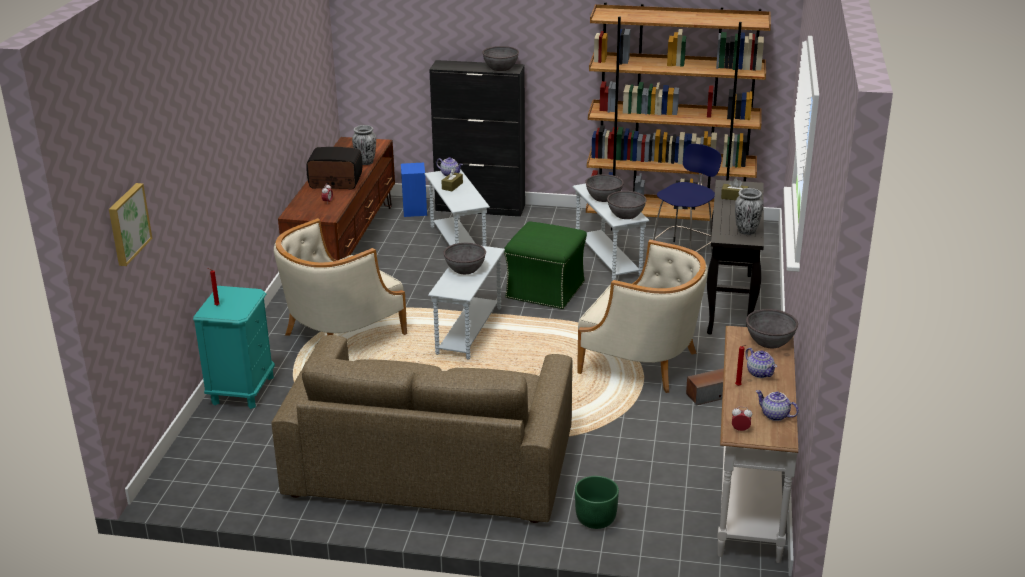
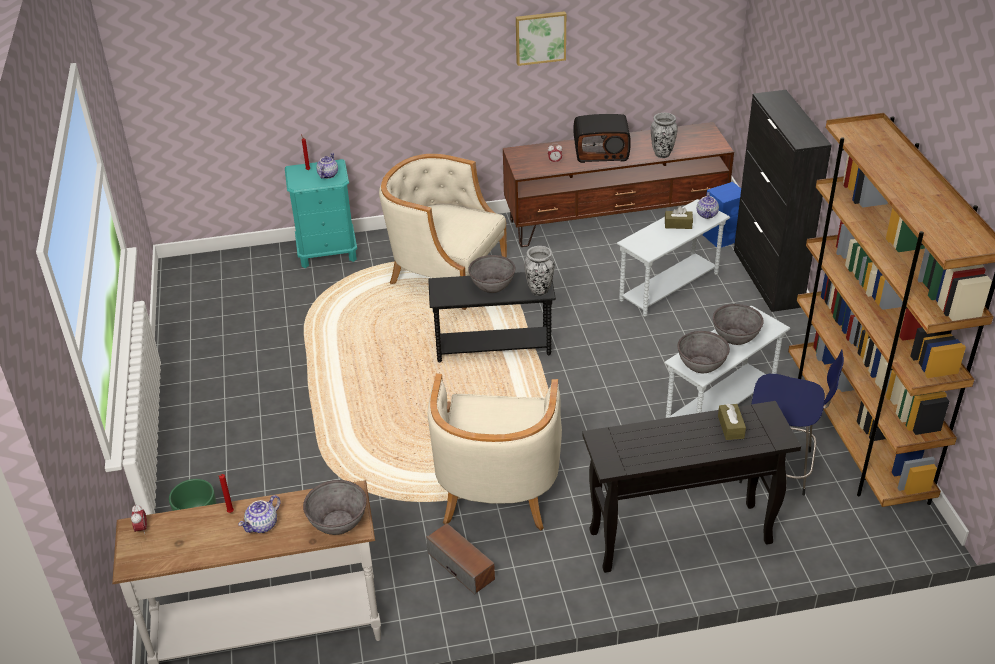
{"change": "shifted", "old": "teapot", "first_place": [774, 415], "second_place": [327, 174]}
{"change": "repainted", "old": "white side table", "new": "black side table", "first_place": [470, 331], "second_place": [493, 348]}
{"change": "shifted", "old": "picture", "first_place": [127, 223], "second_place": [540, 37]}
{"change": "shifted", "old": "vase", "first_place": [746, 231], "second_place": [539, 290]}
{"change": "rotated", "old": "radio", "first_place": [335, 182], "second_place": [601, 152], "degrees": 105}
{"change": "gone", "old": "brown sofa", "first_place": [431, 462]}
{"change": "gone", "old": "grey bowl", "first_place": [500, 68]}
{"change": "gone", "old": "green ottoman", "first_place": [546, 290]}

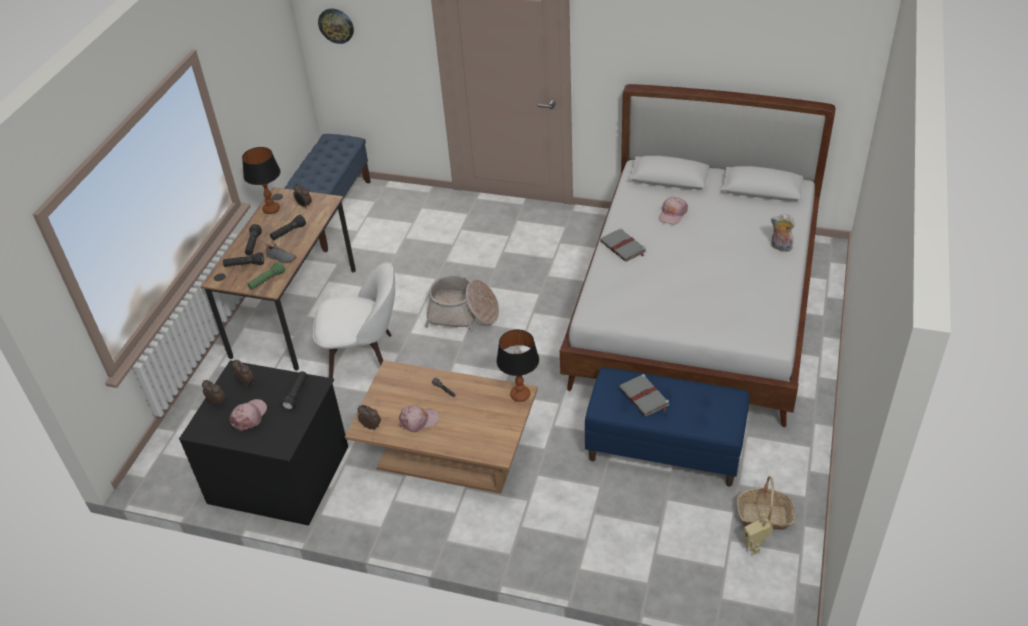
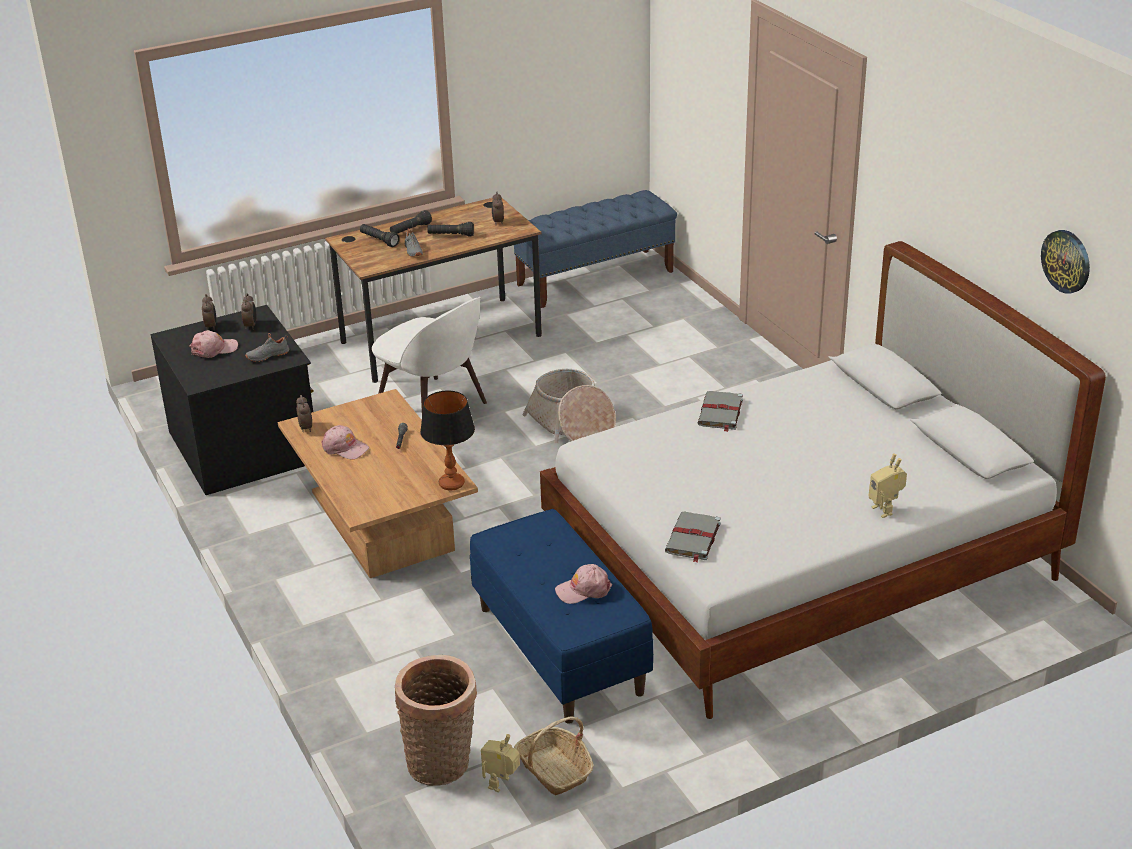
{"change": "swapped", "old": "black flashlight", "new": "grey shoe", "first_place": [296, 394], "second_place": [267, 355]}
{"change": "new", "new": "basket", "second_place": [442, 764]}
{"change": "shifted", "old": "pink cap", "first_place": [672, 214], "second_place": [583, 590]}
{"change": "shifted", "old": "grey book", "first_place": [644, 397], "second_place": [692, 539]}
{"change": "swapped", "old": "plush toy", "new": "toy robot", "first_place": [780, 247], "second_place": [885, 510]}
{"change": "shifted", "old": "wall clock", "first_place": [336, 25], "second_place": [1066, 261]}
{"change": "gone", "old": "table lamp", "first_place": [271, 209]}
{"change": "gone", "old": "green flashlight", "first_place": [267, 281]}

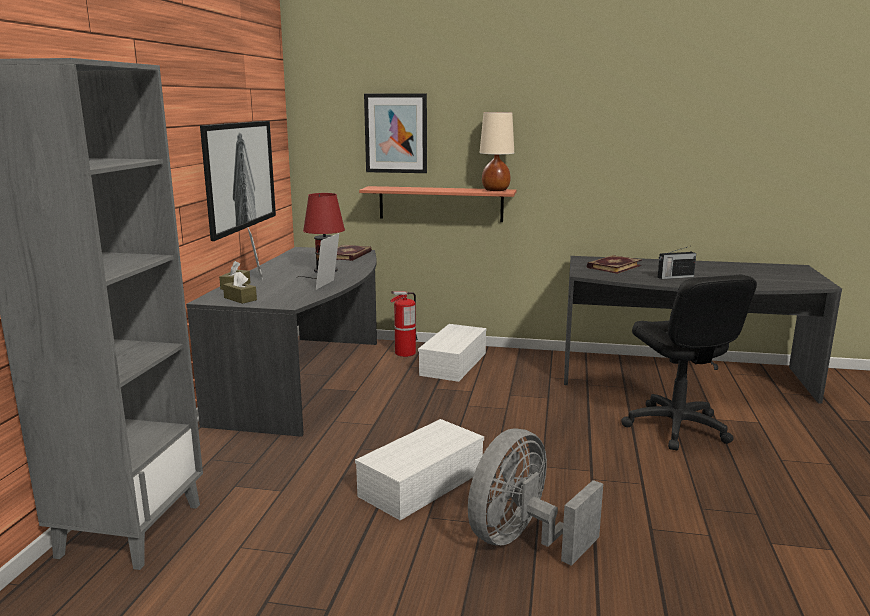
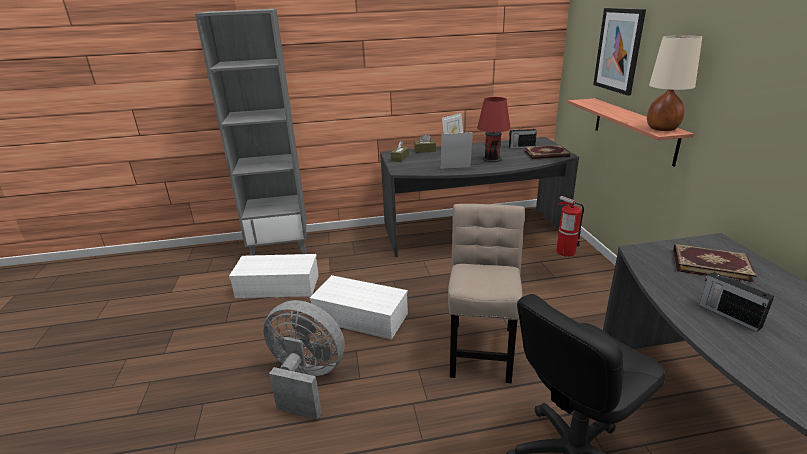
{"change": "shifted", "old": "white storage box", "first_place": [454, 364], "second_place": [276, 286]}
{"change": "new", "new": "beige chair", "second_place": [481, 347]}
{"change": "new", "new": "radio", "second_place": [521, 147]}
{"change": "gone", "old": "picture", "first_place": [238, 176]}

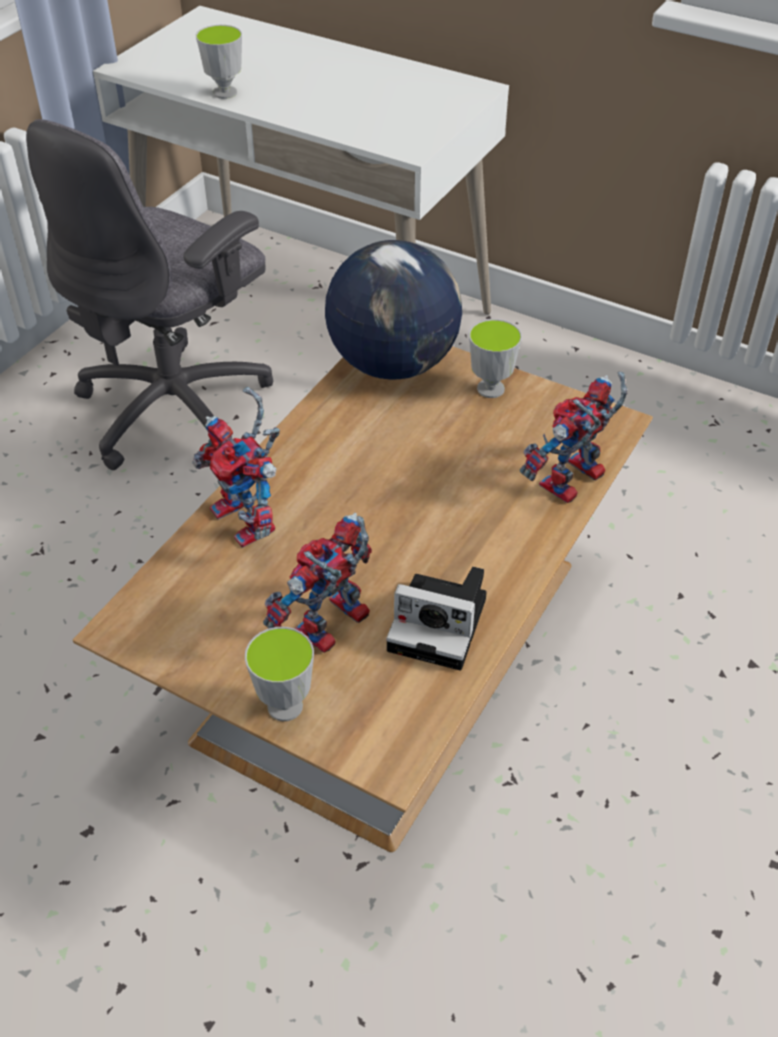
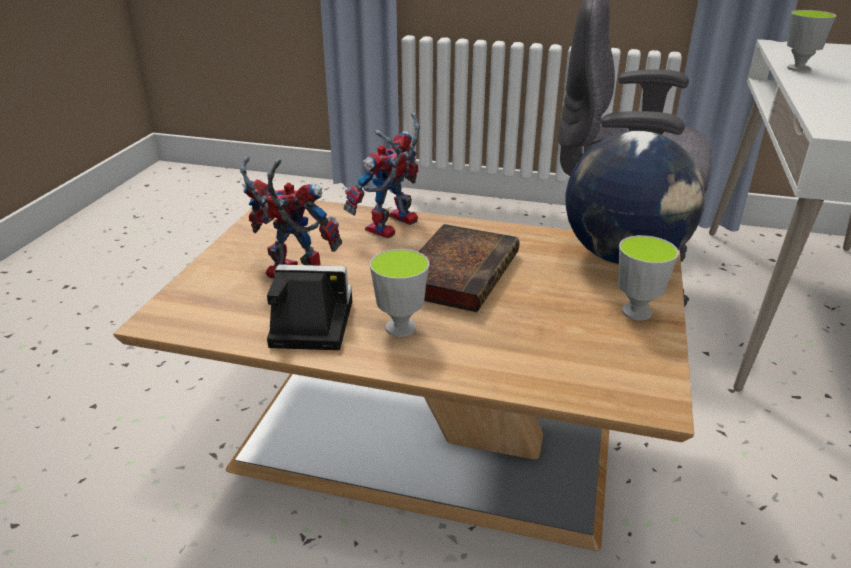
{"change": "rotated", "old": "photo camera", "first_place": [442, 624], "second_place": [307, 324], "degrees": 90}
{"change": "shifted", "old": "cup", "first_place": [285, 706], "second_place": [400, 328]}
{"change": "new", "new": "book", "second_place": [459, 272]}
{"change": "gone", "old": "toy robot", "first_place": [572, 485]}

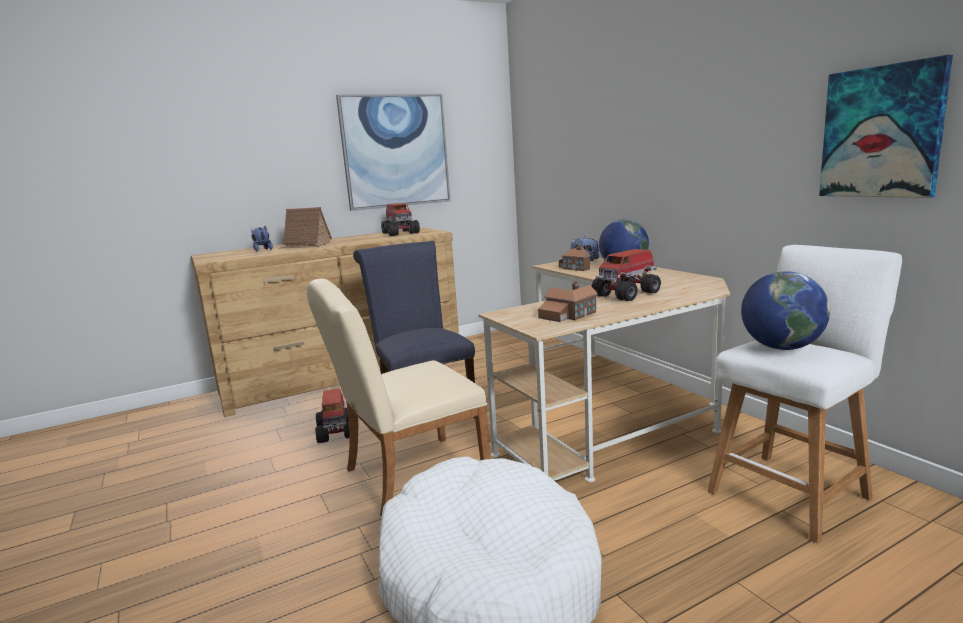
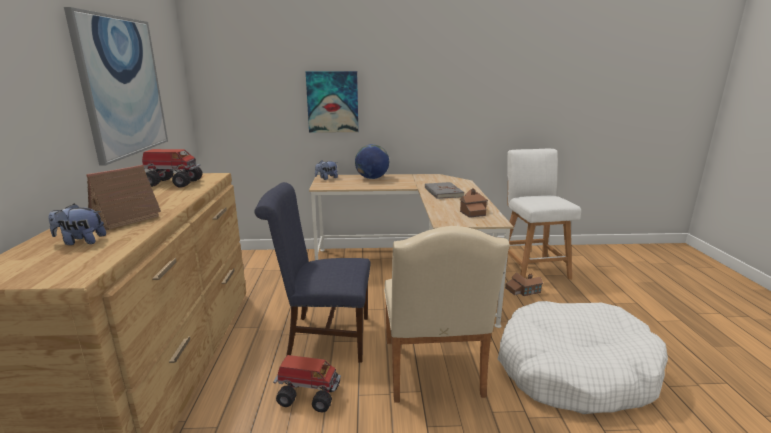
{"change": "shifted", "old": "picture", "first_place": [881, 132], "second_place": [332, 102]}
{"change": "swapped", "old": "toy truck", "new": "grey book", "first_place": [627, 294], "second_place": [443, 192]}
{"change": "shifted", "old": "toy house", "first_place": [576, 267], "second_place": [523, 290]}
{"change": "gone", "old": "globe", "first_place": [781, 347]}

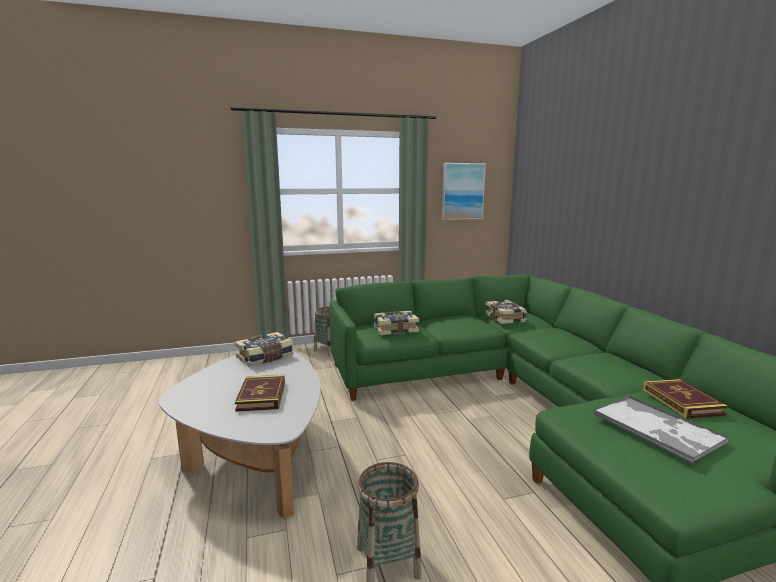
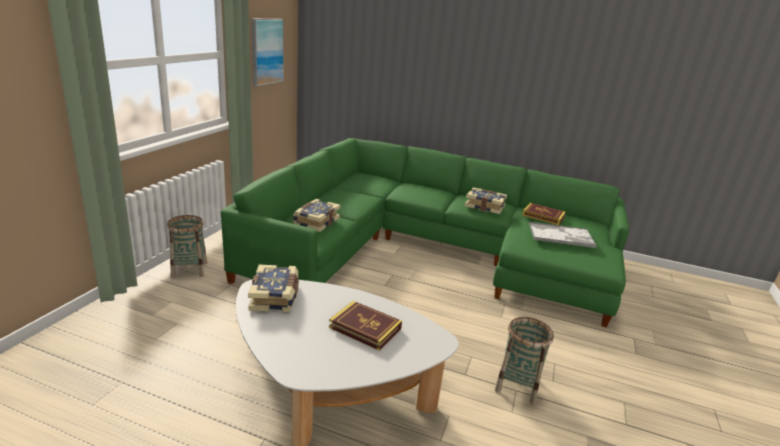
{"change": "shifted", "old": "book", "first_place": [505, 318], "second_place": [485, 206]}

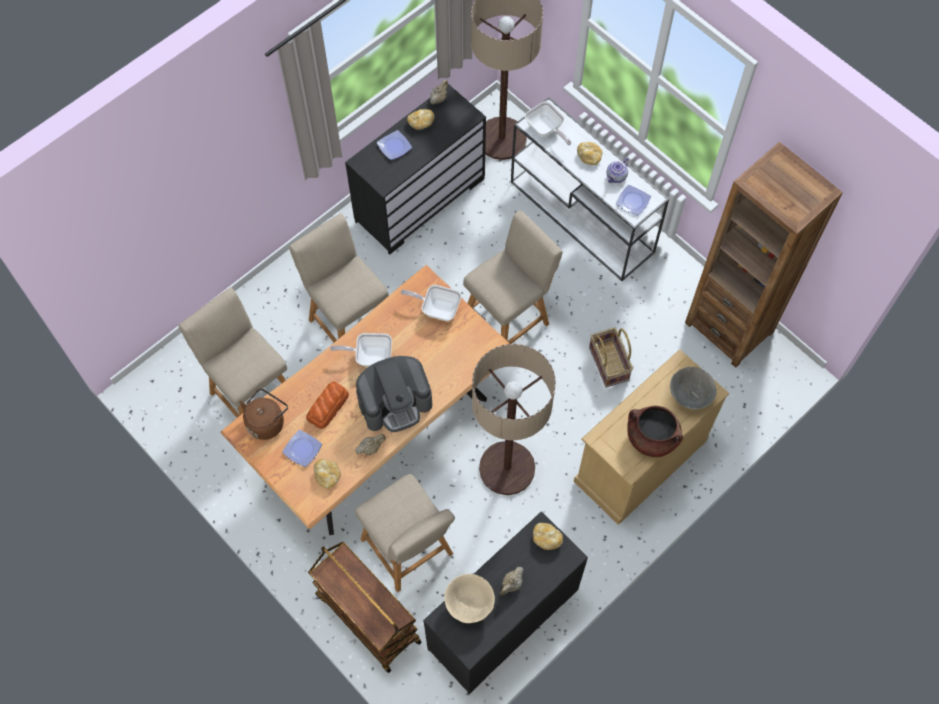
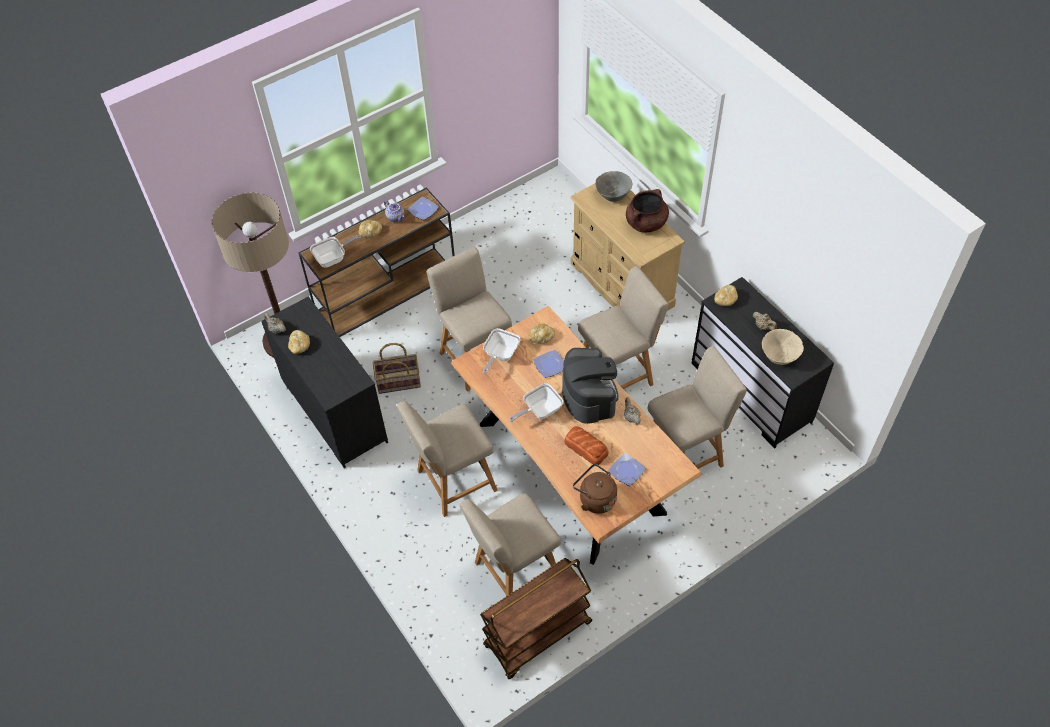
{"change": "repainted", "old": "white console table", "new": "brown console table", "first_place": [583, 218], "second_place": [387, 291]}
{"change": "shifted", "old": "basket", "first_place": [609, 363], "second_place": [398, 381]}
{"change": "shifted", "old": "brown cart", "first_place": [367, 618], "second_place": [537, 635]}
{"change": "rotated", "old": "frying pan", "first_place": [370, 356], "second_place": [539, 410], "degrees": 45}
{"change": "shifted", "old": "bread", "first_place": [327, 476], "second_place": [541, 337]}
{"change": "shifted", "old": "plate", "first_place": [393, 146], "second_place": [549, 366]}
{"change": "swapped", "old": "floor lamp", "new": "beige chair", "first_place": [507, 468], "second_place": [618, 374]}
{"change": "gone", "old": "brown bookcase", "first_place": [729, 327]}

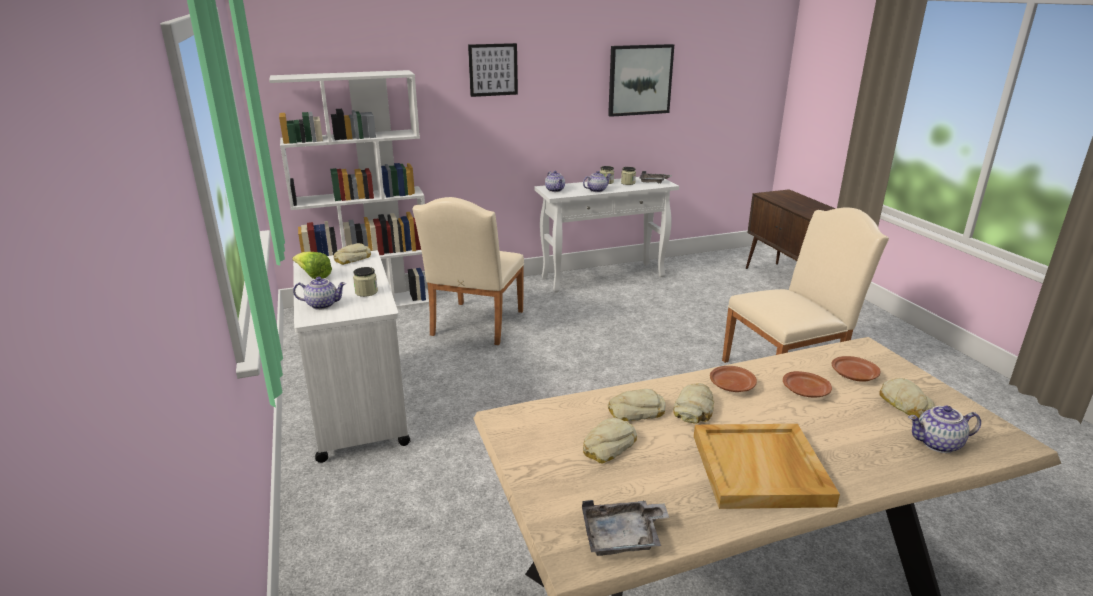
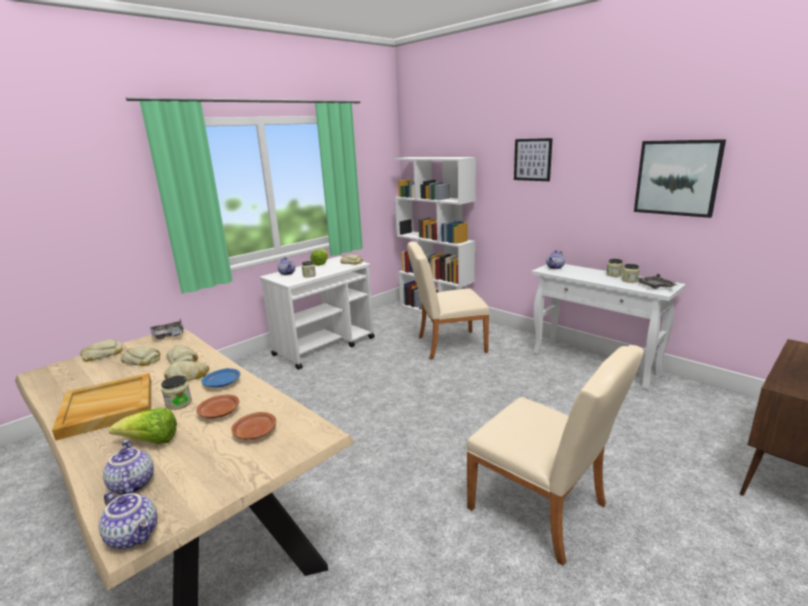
{"change": "shifted", "old": "bread", "first_place": [905, 404], "second_place": [102, 354]}
{"change": "shifted", "old": "teapot", "first_place": [596, 190], "second_place": [135, 535]}
{"change": "new", "new": "lettuce", "second_place": [151, 442]}
{"change": "shifted", "old": "grey tray", "first_place": [623, 537], "second_place": [169, 335]}
{"change": "new", "new": "jar", "second_place": [179, 403]}
{"change": "repainted", "old": "brown plate", "new": "blue plate", "first_place": [731, 385], "second_place": [223, 383]}

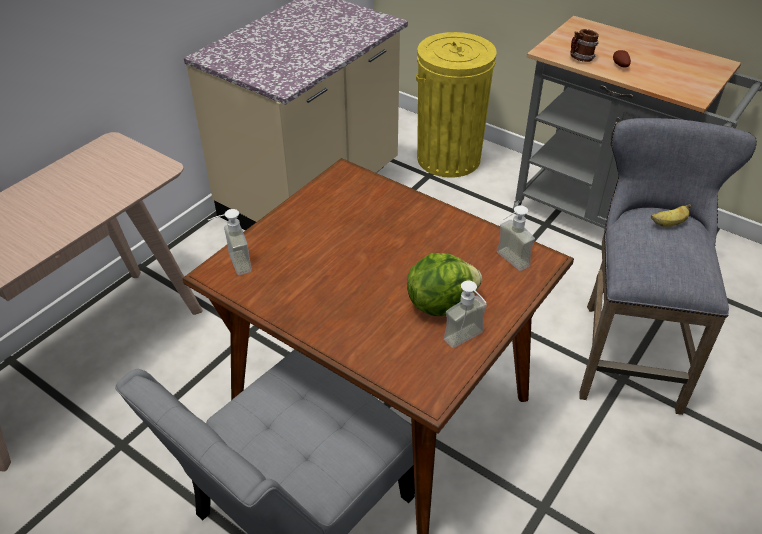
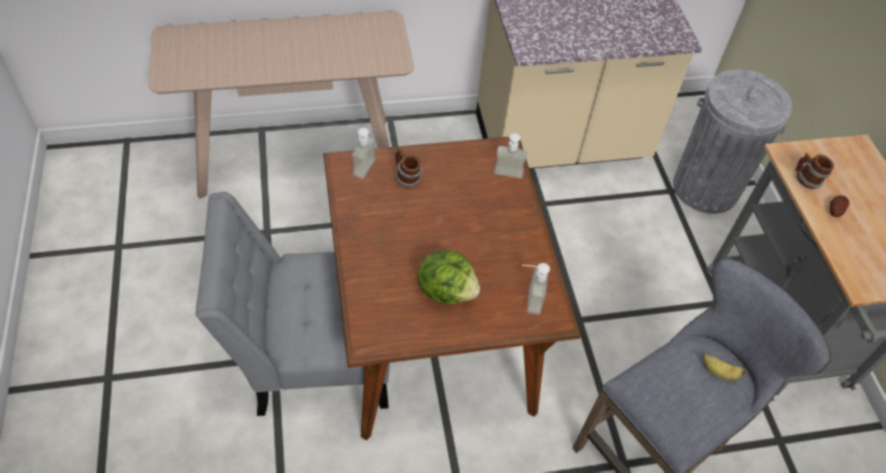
{"change": "new", "new": "mug", "second_place": [406, 178]}
{"change": "shifted", "old": "soap dispenser", "first_place": [468, 341], "second_place": [507, 177]}
{"change": "repainted", "old": "yellow trash can", "new": "grey trash can", "first_place": [448, 158], "second_place": [706, 187]}

